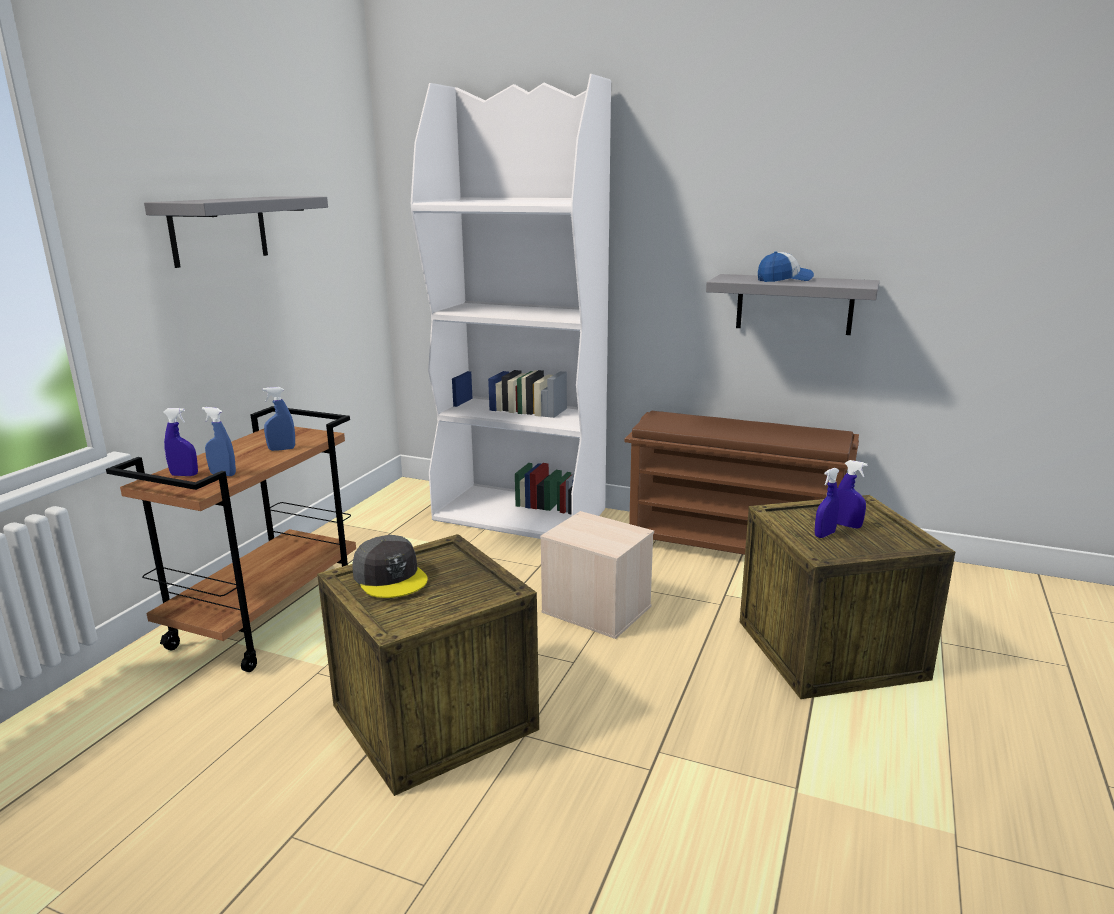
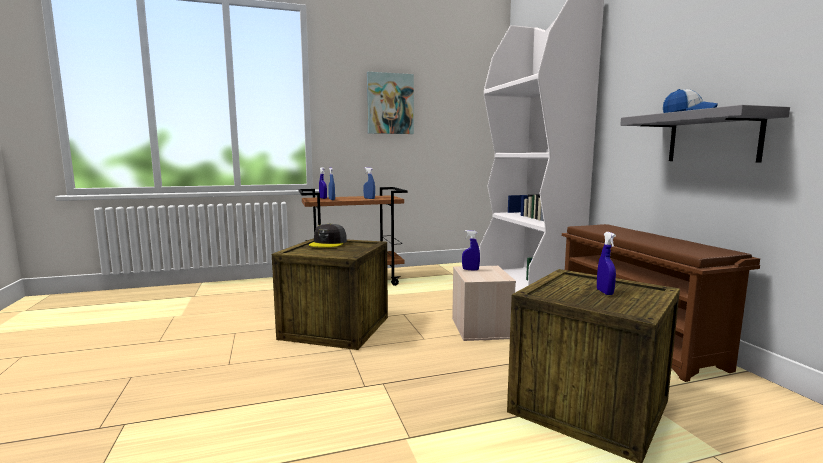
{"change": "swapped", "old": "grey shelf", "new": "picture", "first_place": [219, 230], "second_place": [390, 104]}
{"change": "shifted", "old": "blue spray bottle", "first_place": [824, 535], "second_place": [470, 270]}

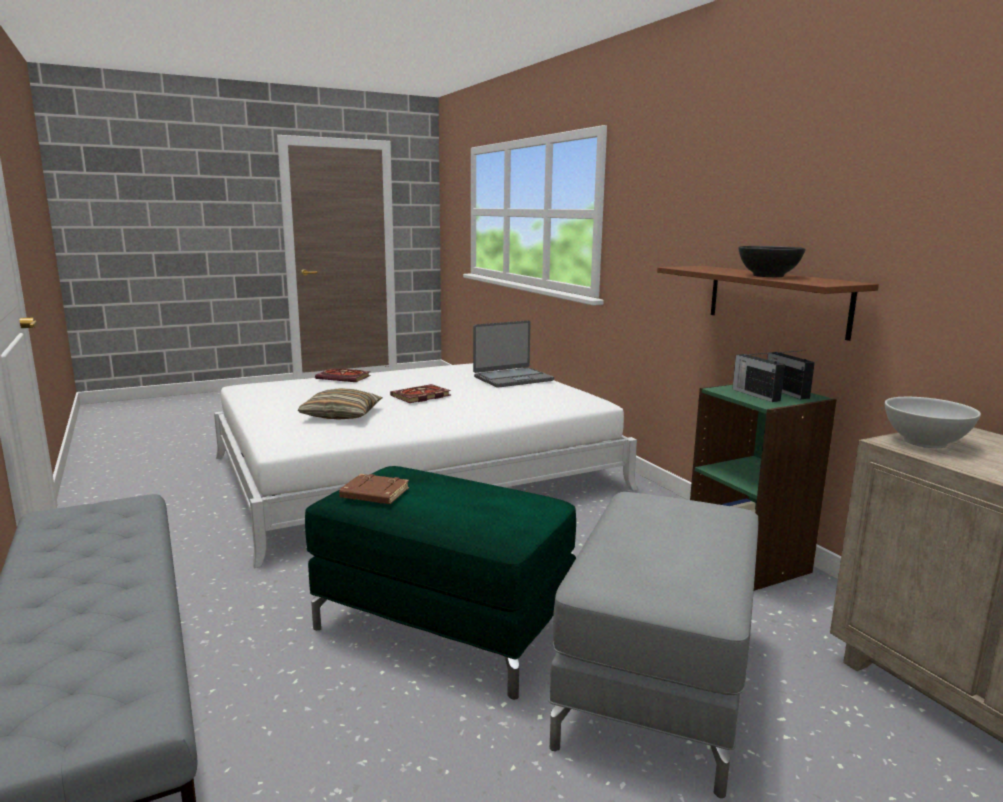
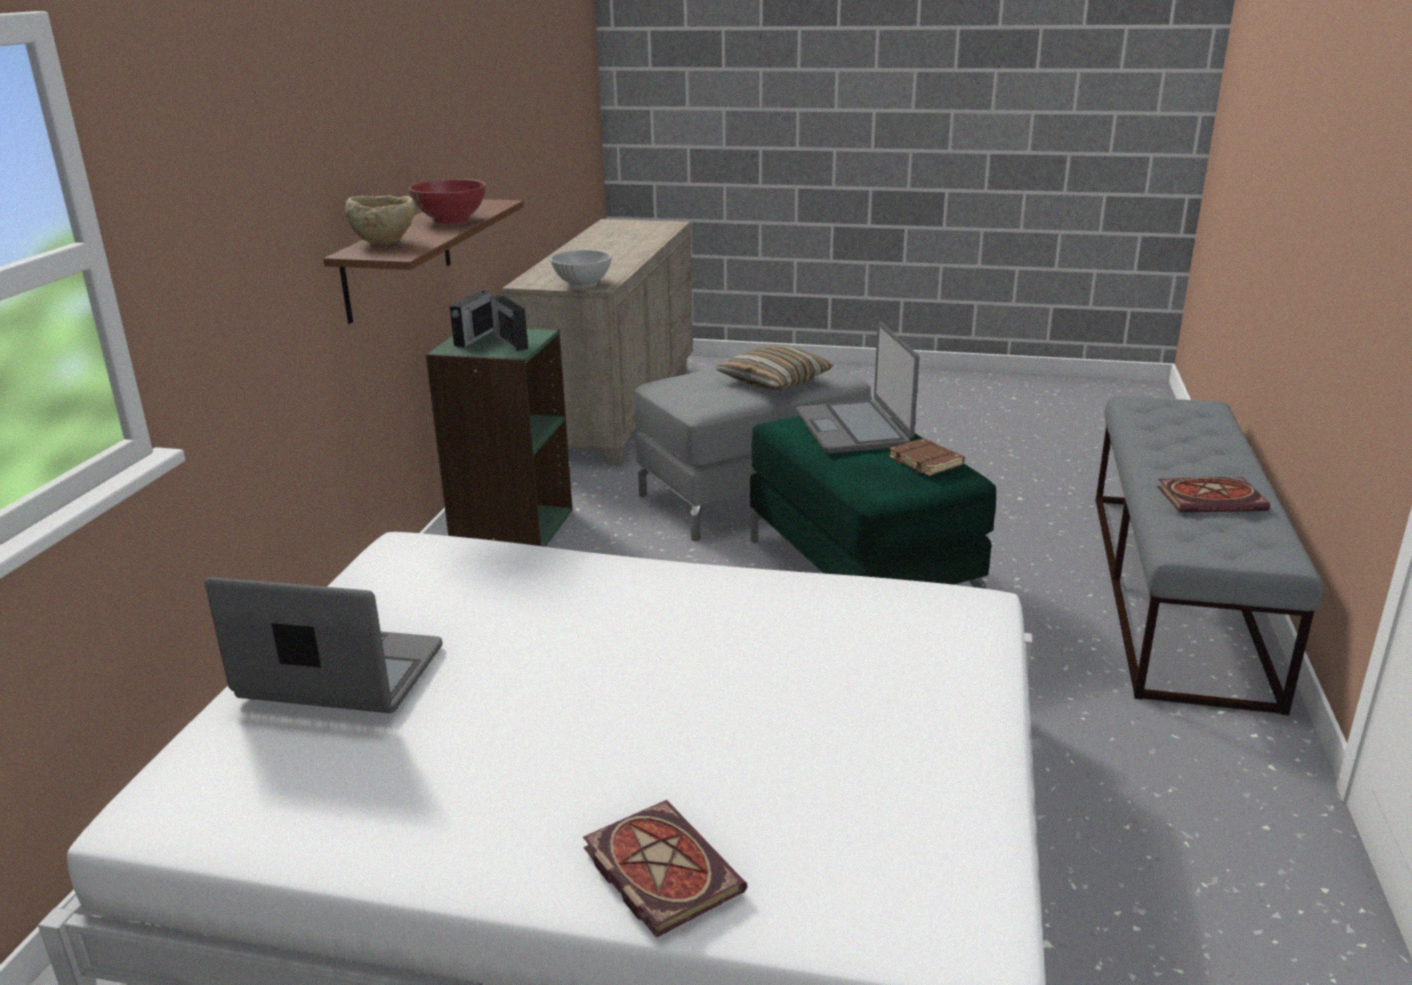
{"change": "new", "new": "beige bowl", "second_place": [385, 243]}
{"change": "repainted", "old": "black bowl", "new": "red bowl", "first_place": [768, 276], "second_place": [451, 220]}
{"change": "rotated", "old": "radio", "first_place": [755, 394], "second_place": [510, 341], "degrees": 135}
{"change": "shifted", "old": "pillow", "first_place": [341, 415], "second_place": [774, 381]}
{"change": "new", "new": "laptop", "second_place": [854, 429]}
{"change": "shifted", "old": "book", "first_place": [420, 396], "second_place": [1212, 499]}

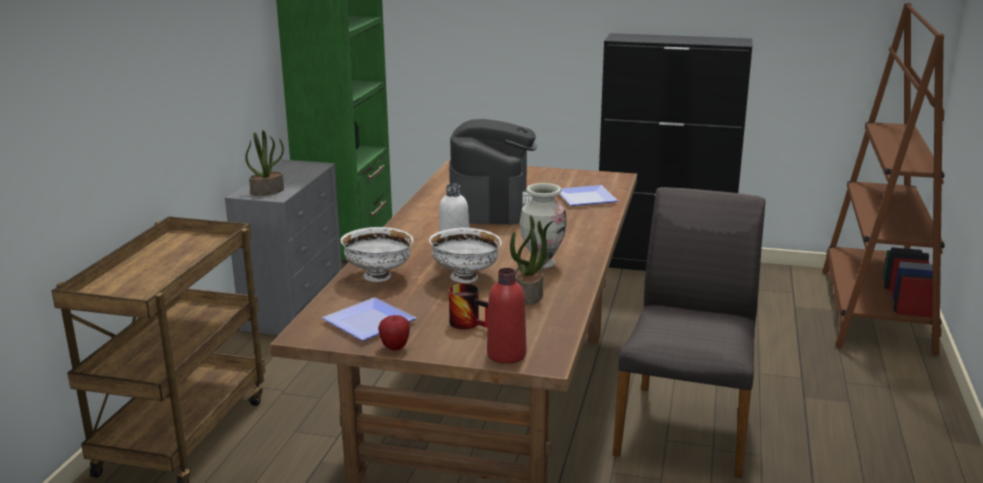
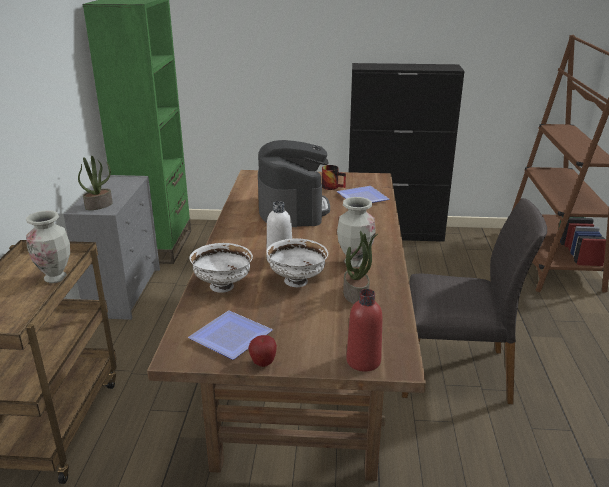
{"change": "new", "new": "vase", "second_place": [56, 278]}
{"change": "shifted", "old": "mug", "first_place": [470, 323], "second_place": [333, 186]}
{"change": "rotated", "old": "grey chair", "first_place": [685, 427], "second_place": [455, 371], "degrees": 90}

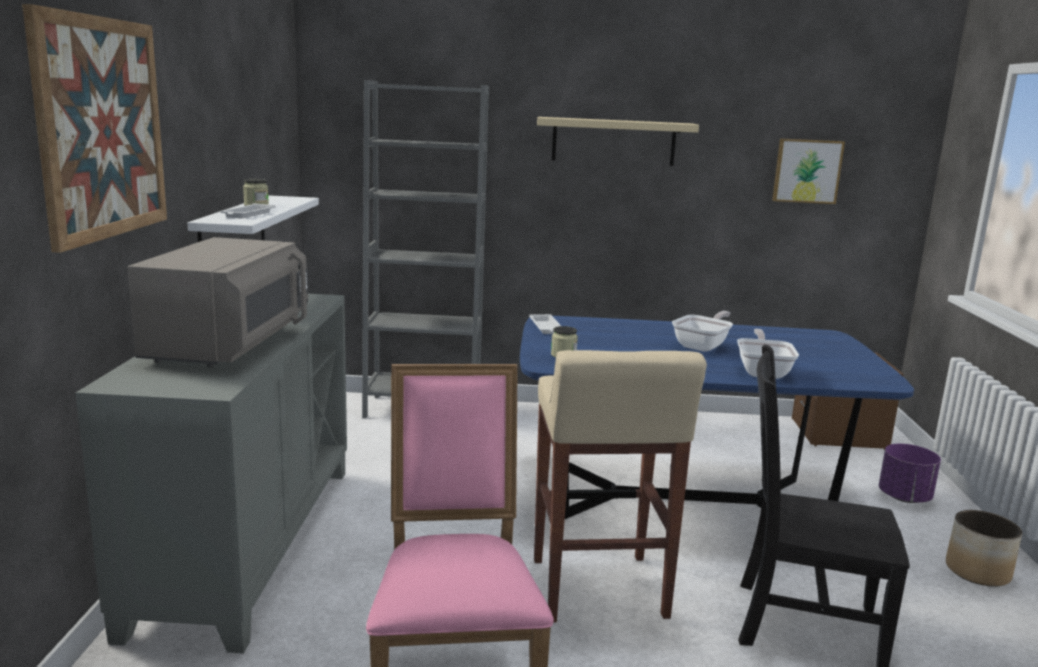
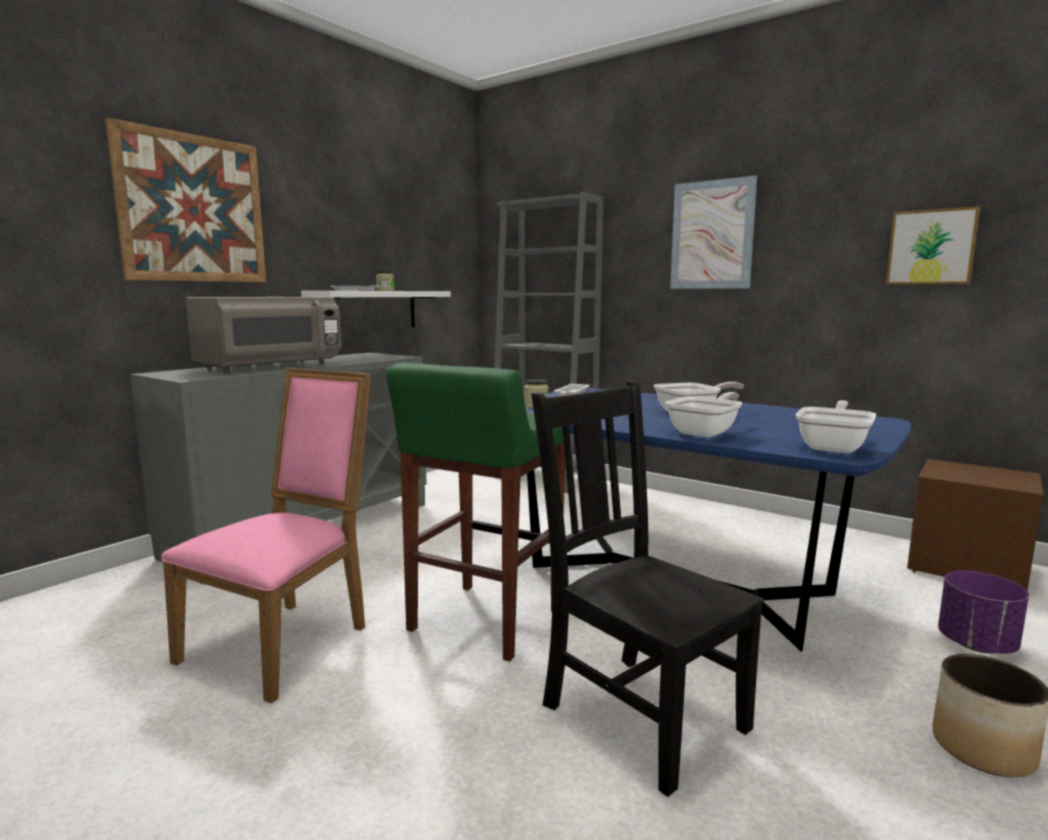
{"change": "repainted", "old": "beige stool", "new": "green stool", "first_place": [598, 589], "second_place": [483, 621]}
{"change": "swapped", "old": "beige shelf", "new": "picture", "first_place": [613, 141], "second_place": [712, 235]}
{"change": "new", "new": "frying pan", "second_place": [834, 447]}

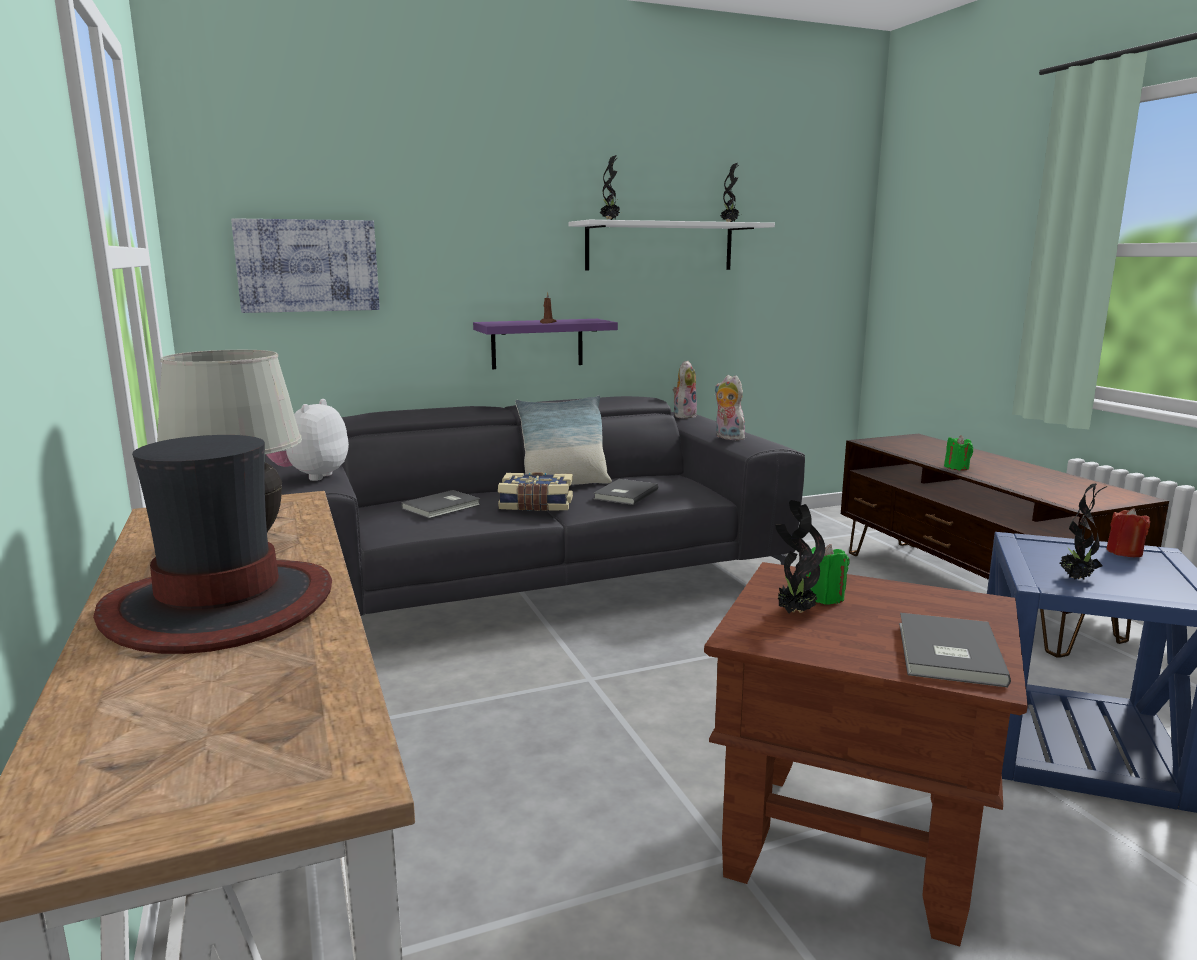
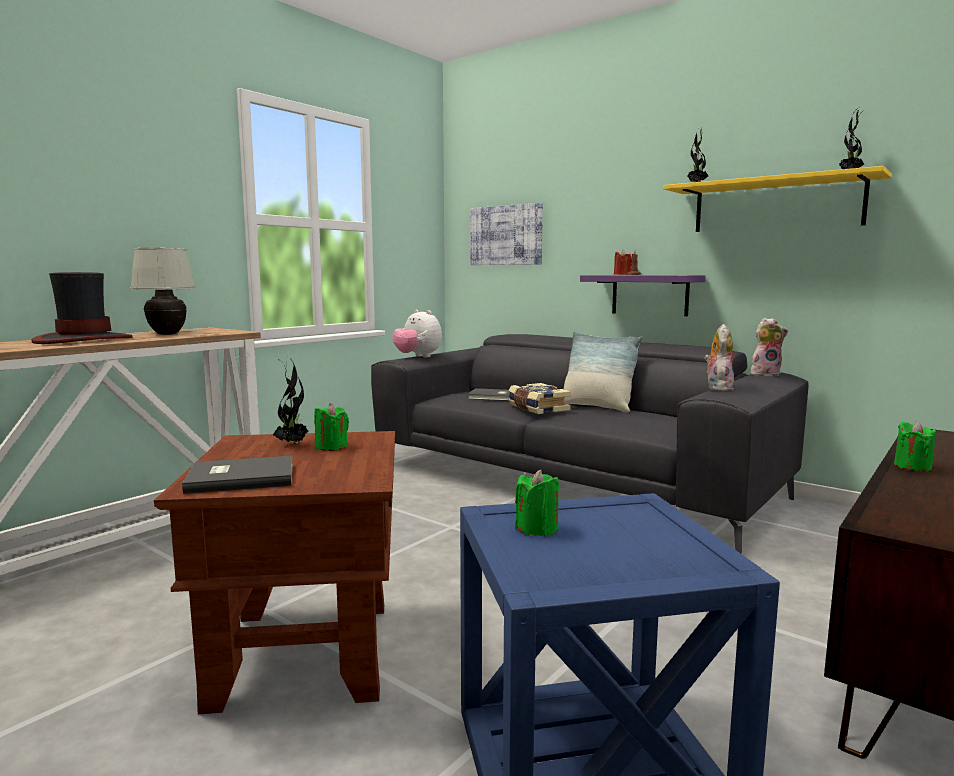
{"change": "rotated", "old": "plush toy", "first_place": [311, 476], "second_place": [418, 357], "degrees": -120}
{"change": "swapped", "old": "potted plant", "new": "green candle", "first_place": [1076, 579], "second_place": [537, 529]}
{"change": "shifted", "old": "red candle", "first_place": [1124, 552], "second_place": [622, 274]}
{"change": "repainted", "old": "white shelf", "new": "yellow shelf", "first_place": [660, 246], "second_place": [776, 205]}
{"change": "gone", "old": "grey book", "first_place": [624, 494]}

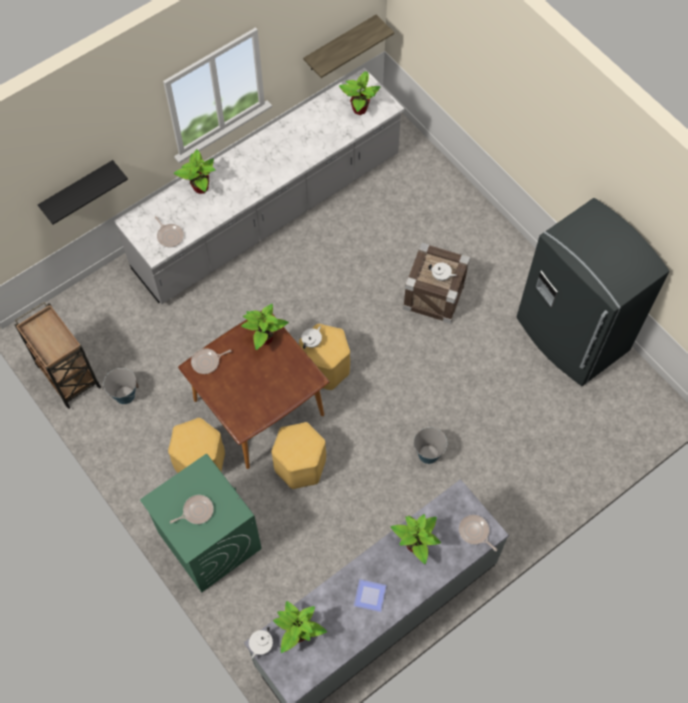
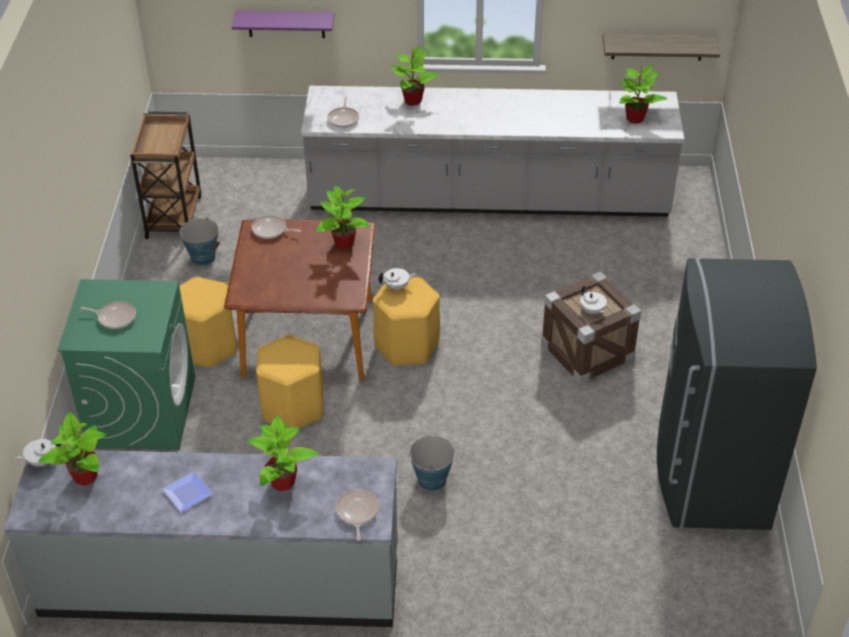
{"change": "repainted", "old": "black shelf", "new": "purple shelf", "first_place": [78, 189], "second_place": [286, 24]}

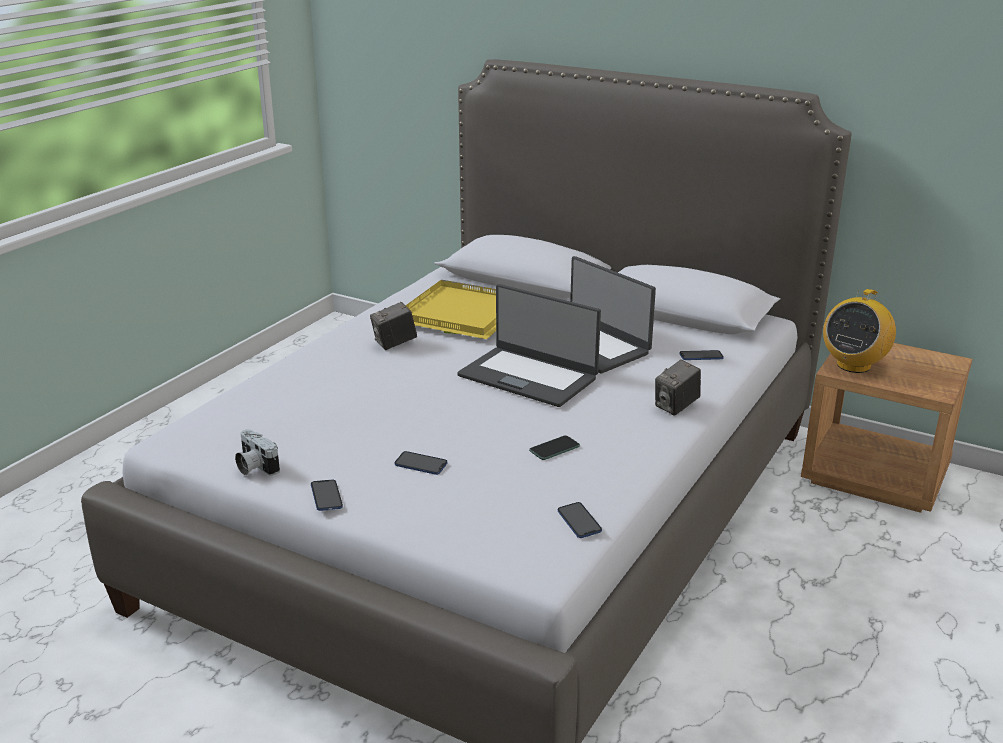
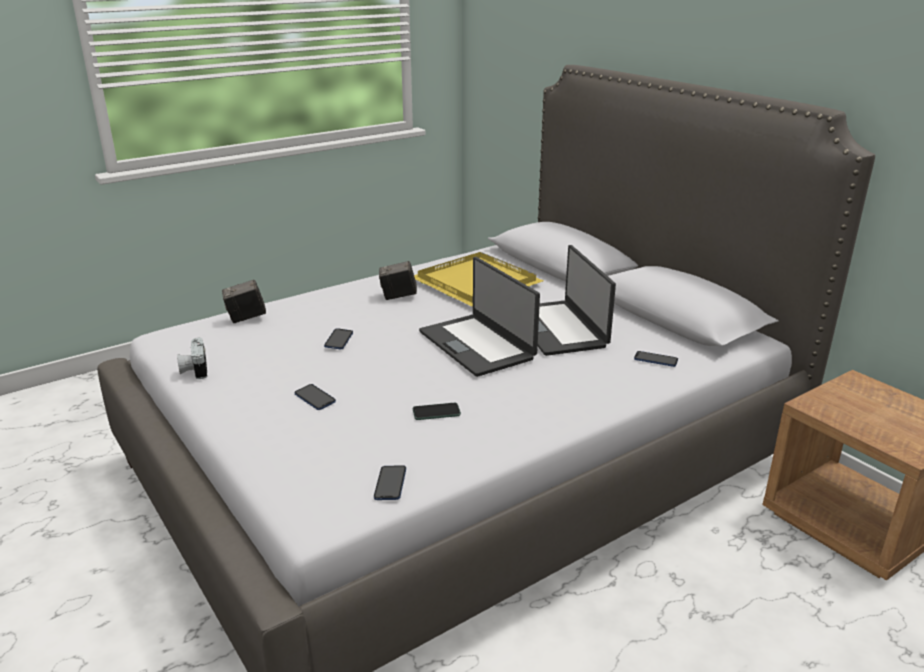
{"change": "shifted", "old": "photo camera", "first_place": [676, 407], "second_place": [246, 318]}
{"change": "shifted", "old": "phone", "first_place": [326, 496], "second_place": [339, 340]}
{"change": "gone", "old": "radio", "first_place": [853, 365]}

